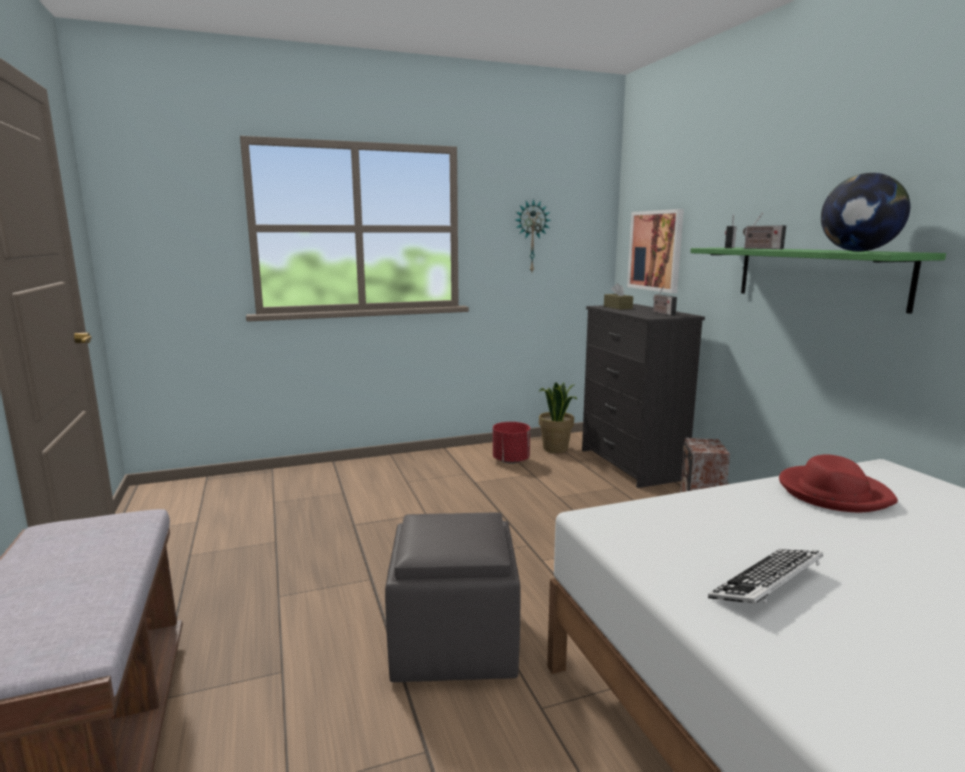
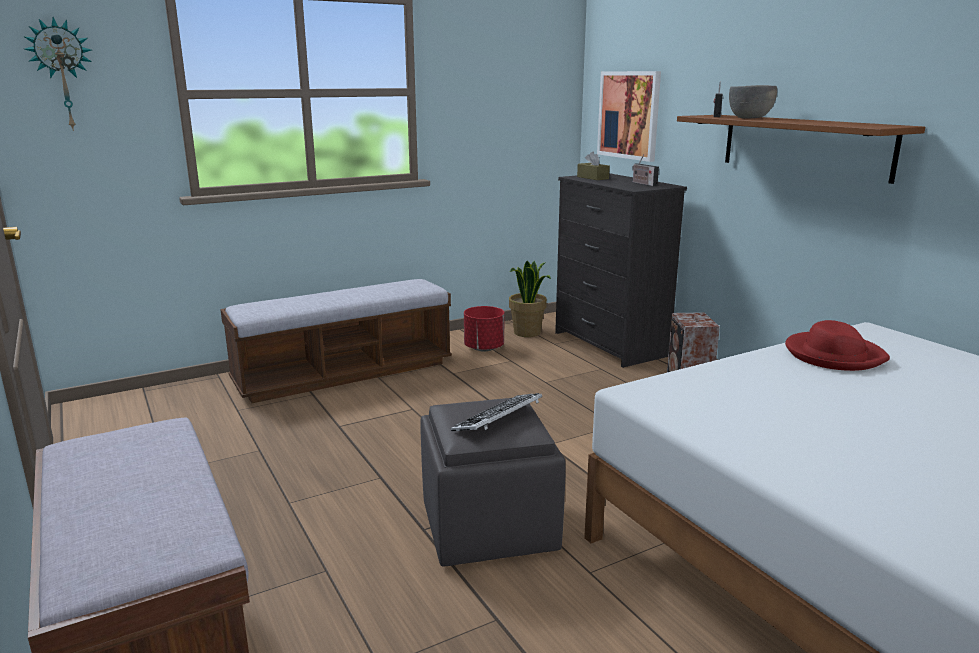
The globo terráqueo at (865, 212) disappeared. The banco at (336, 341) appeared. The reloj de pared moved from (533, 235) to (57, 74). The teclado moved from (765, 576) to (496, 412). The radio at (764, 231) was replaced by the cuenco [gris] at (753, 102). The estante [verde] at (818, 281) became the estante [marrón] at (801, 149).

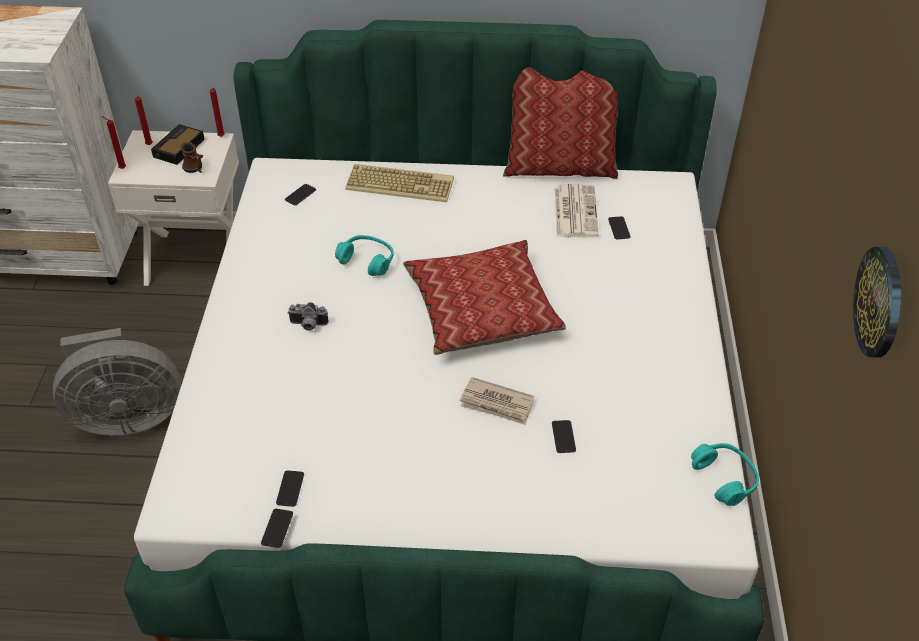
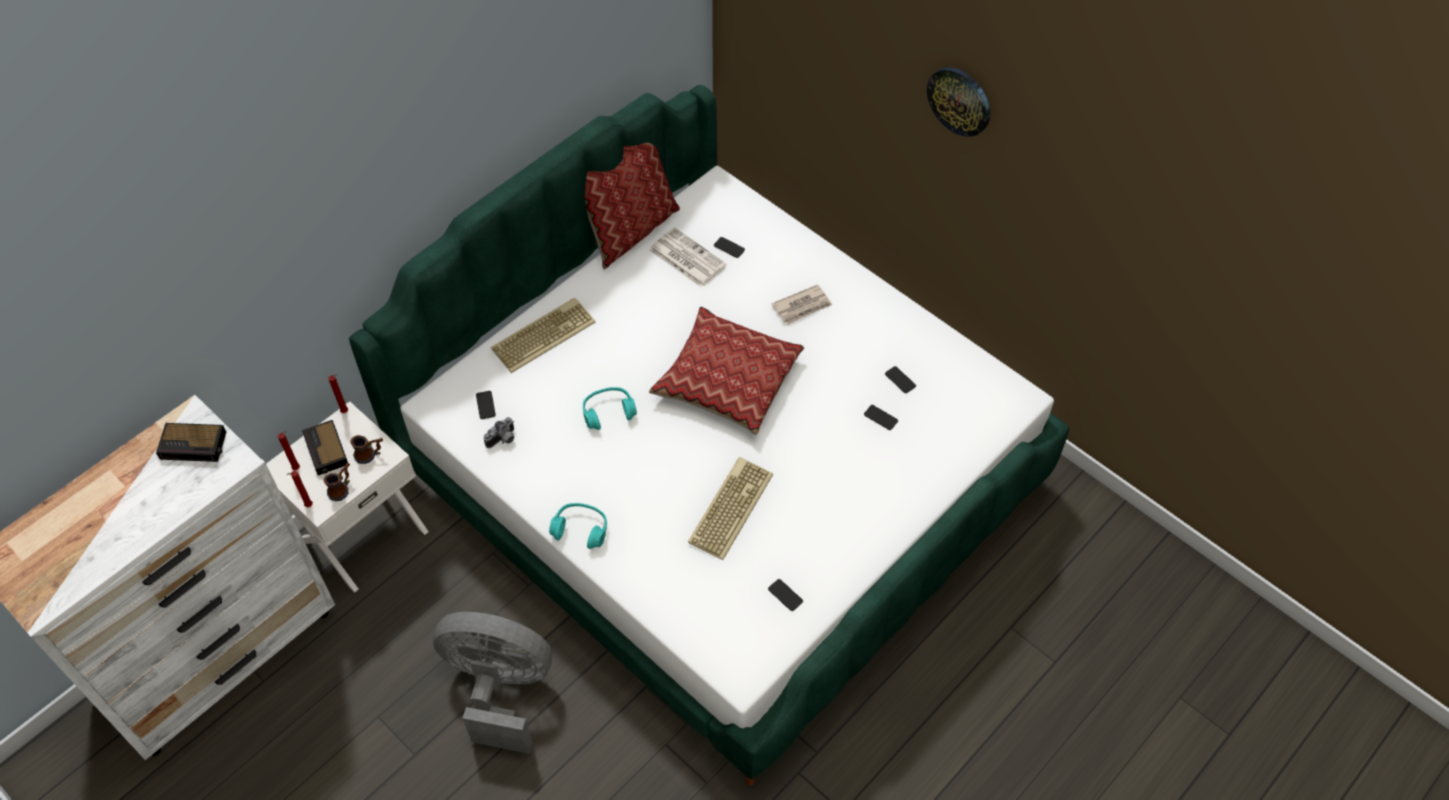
The despertador at (191, 442) appeared. The taza grande at (337, 481) appeared. The teclado at (730, 508) appeared. The móvil moved from (277, 528) to (900, 379). The cámara moved from (308, 316) to (498, 432). The periódico moved from (497, 401) to (801, 304). The auriculares [turquesa] moved from (725, 474) to (578, 526). The reloj de pared moved from (877, 302) to (958, 102). The ventilador [gris] at (117, 382) turned 105 degrees counterclockwise.

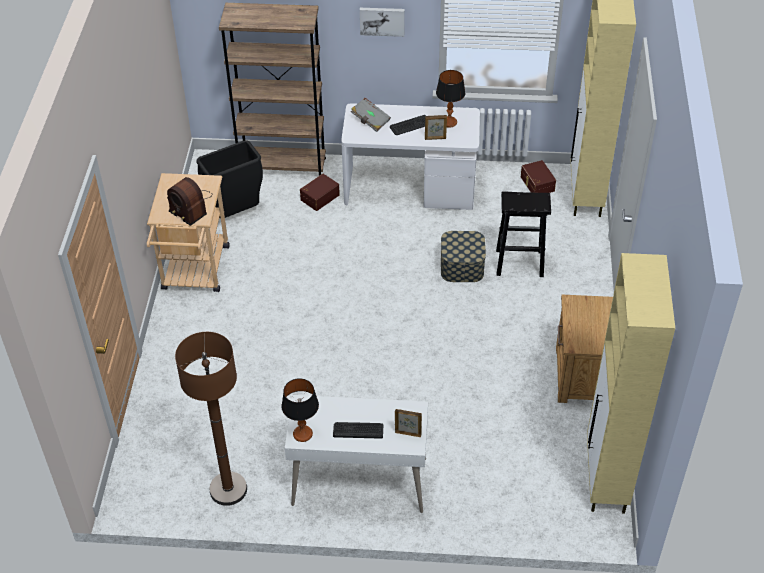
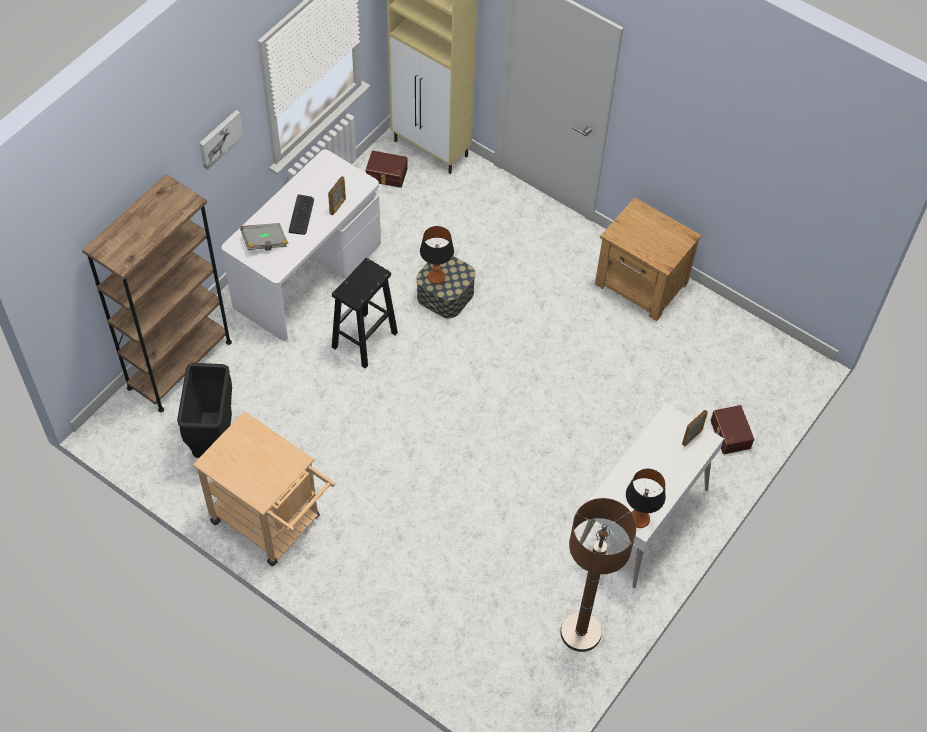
The radio at (189, 201) disappeared. The teclado at (358, 430) disappeared. The armario [beis] at (631, 383) disappeared. The caja de almacenaje [marrón] moved from (320, 192) to (732, 429). The lámpara de mesa moved from (450, 99) to (437, 255). The taburete [negro] moved from (523, 234) to (365, 313).

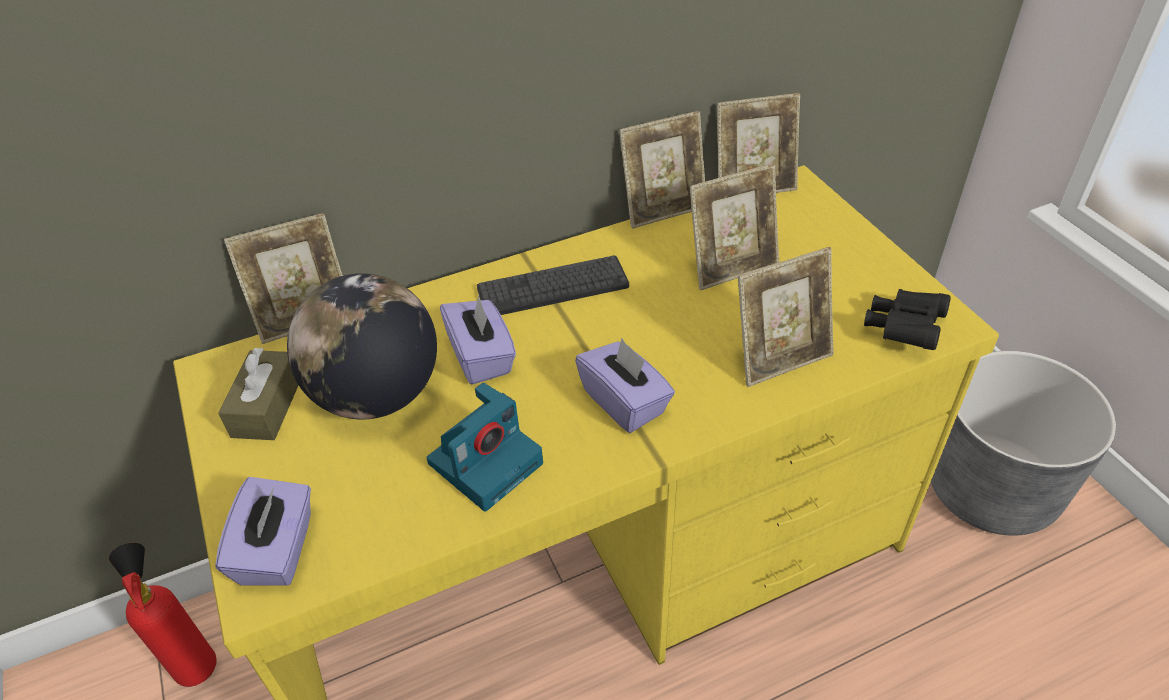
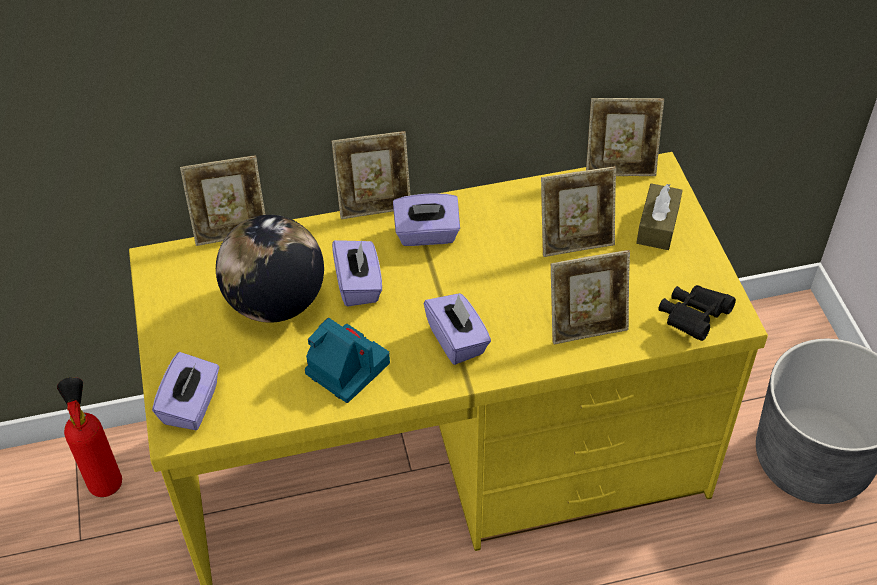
The caja de pañuelos [marrón] moved from (258, 394) to (659, 216). The portarretratos moved from (662, 170) to (371, 175). The teclado at (553, 285) was replaced by the caja de pañuelos [morado] at (426, 219). The cámara at (484, 447) turned 105 degrees counterclockwise.

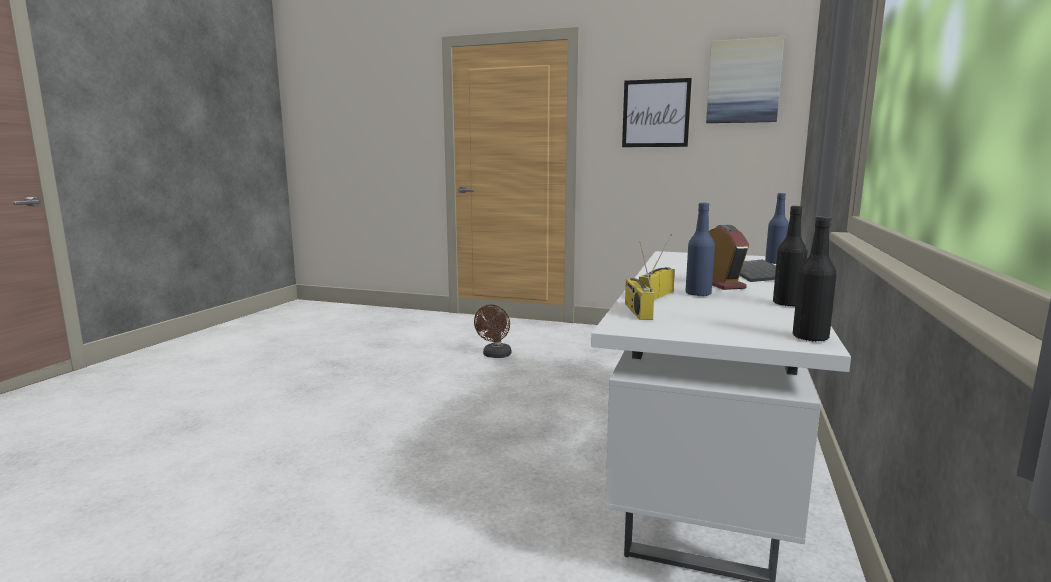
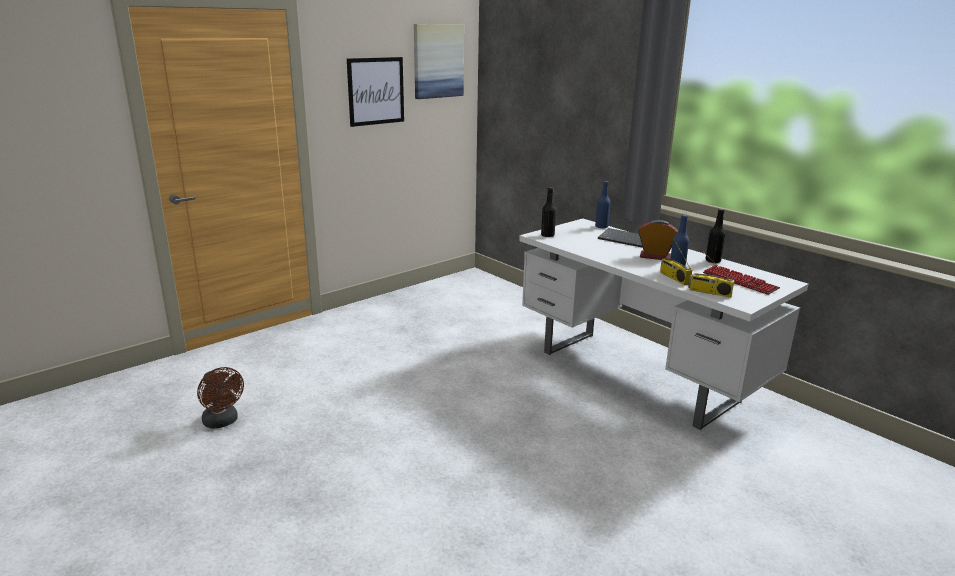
The teclado at (741, 280) appeared. The ventilador [marrón] moved from (492, 331) to (220, 397). The botella [negro] moved from (815, 279) to (548, 212).

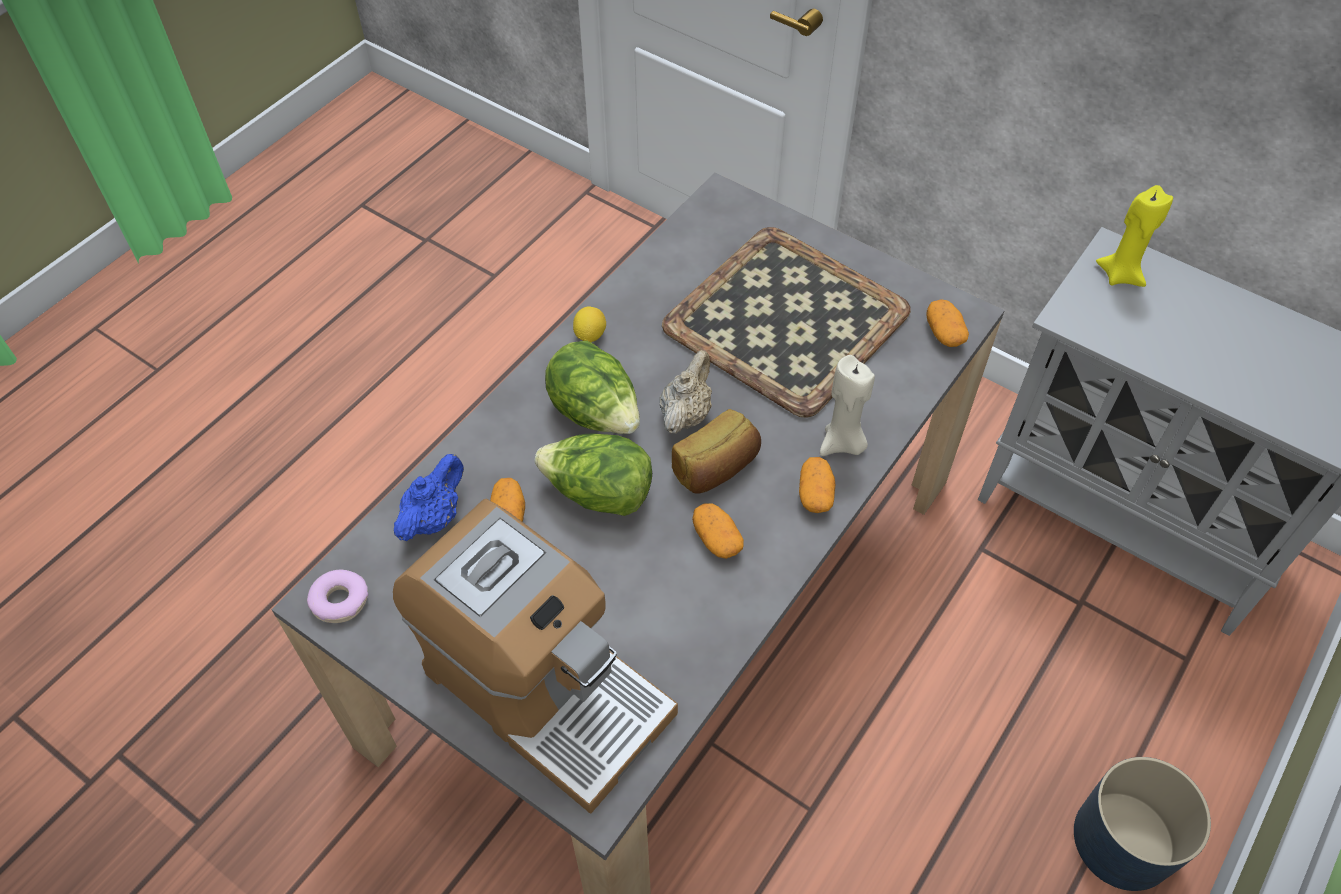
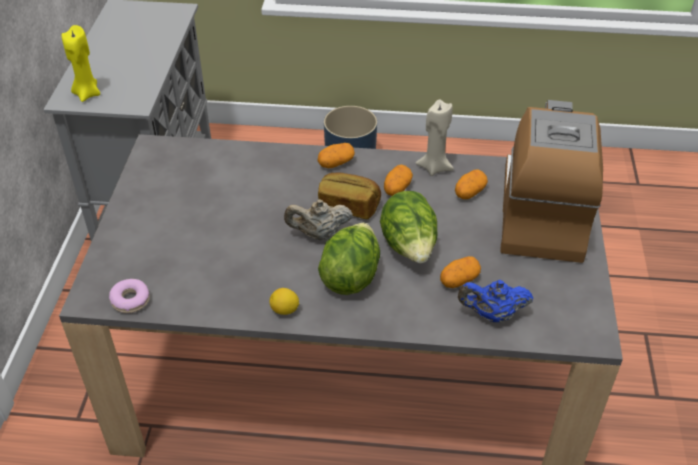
The bandeja at (786, 322) disappeared. The rosquilla moved from (337, 596) to (129, 296). The vela [beis] moved from (847, 405) to (435, 138). The patata moved from (947, 323) to (471, 184).

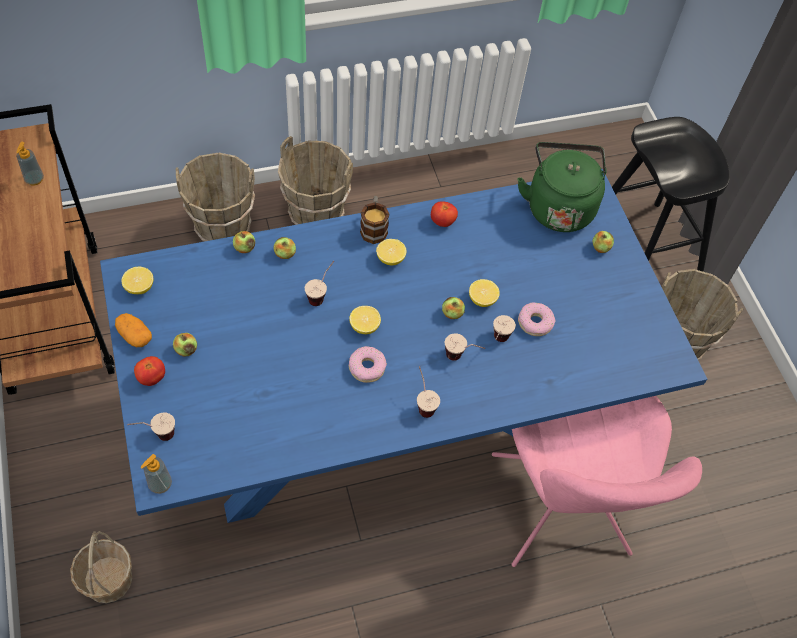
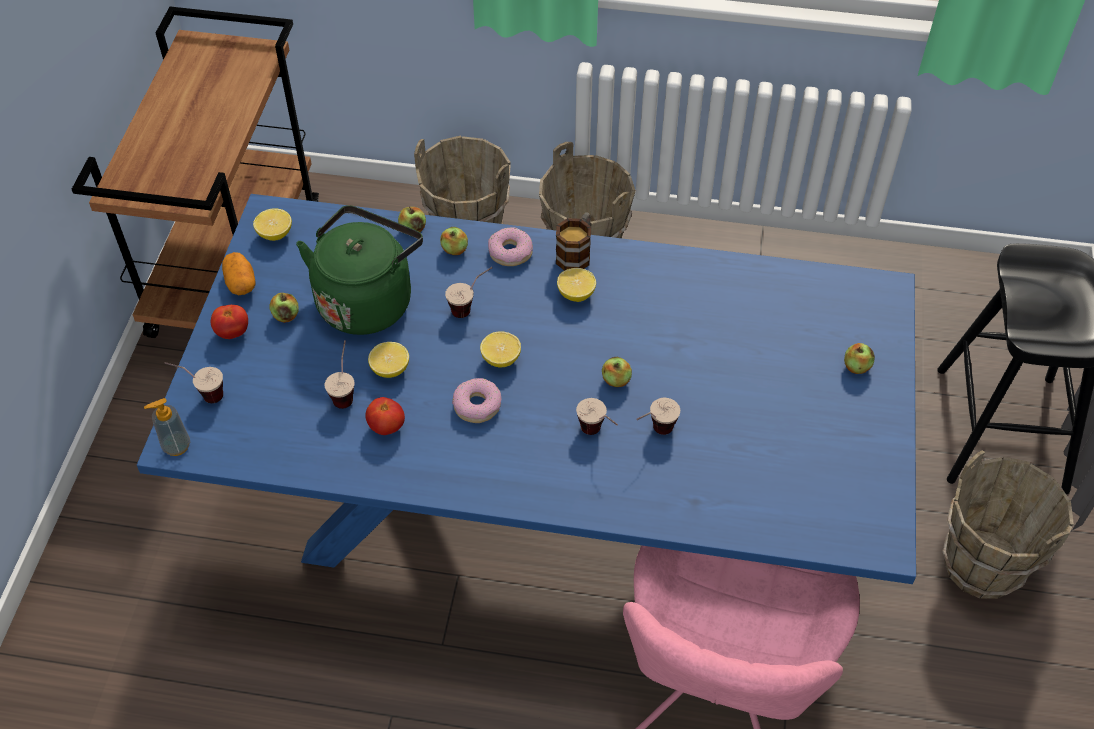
The dispensador de jabón at (30, 164) disappeared. The cesta at (101, 567) disappeared. The taza moved from (428, 392) to (340, 374). The tomate moved from (444, 214) to (385, 416). The limón moved from (484, 293) to (388, 360). The hervidor [verde] moved from (561, 187) to (359, 270). The rosquilla moved from (536, 319) to (510, 246).

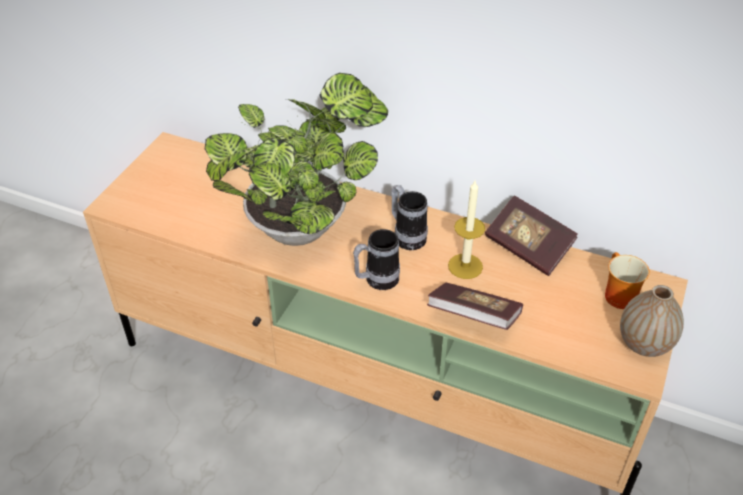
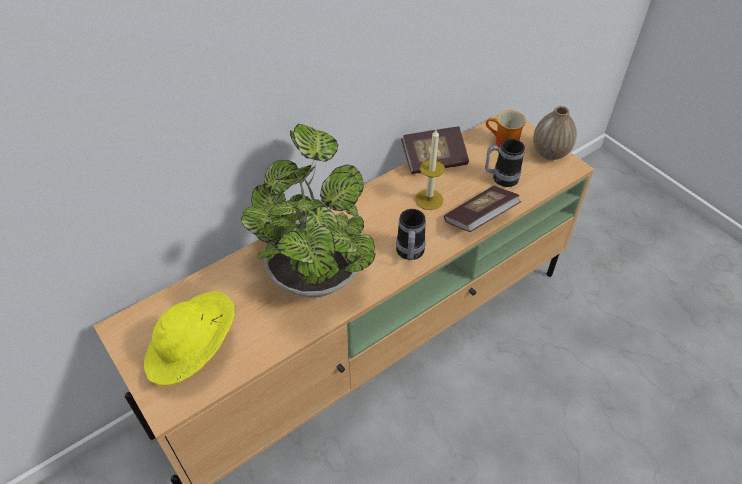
The sombrero [amarillo] at (189, 338) appeared. The taza grande moved from (410, 217) to (505, 163).

